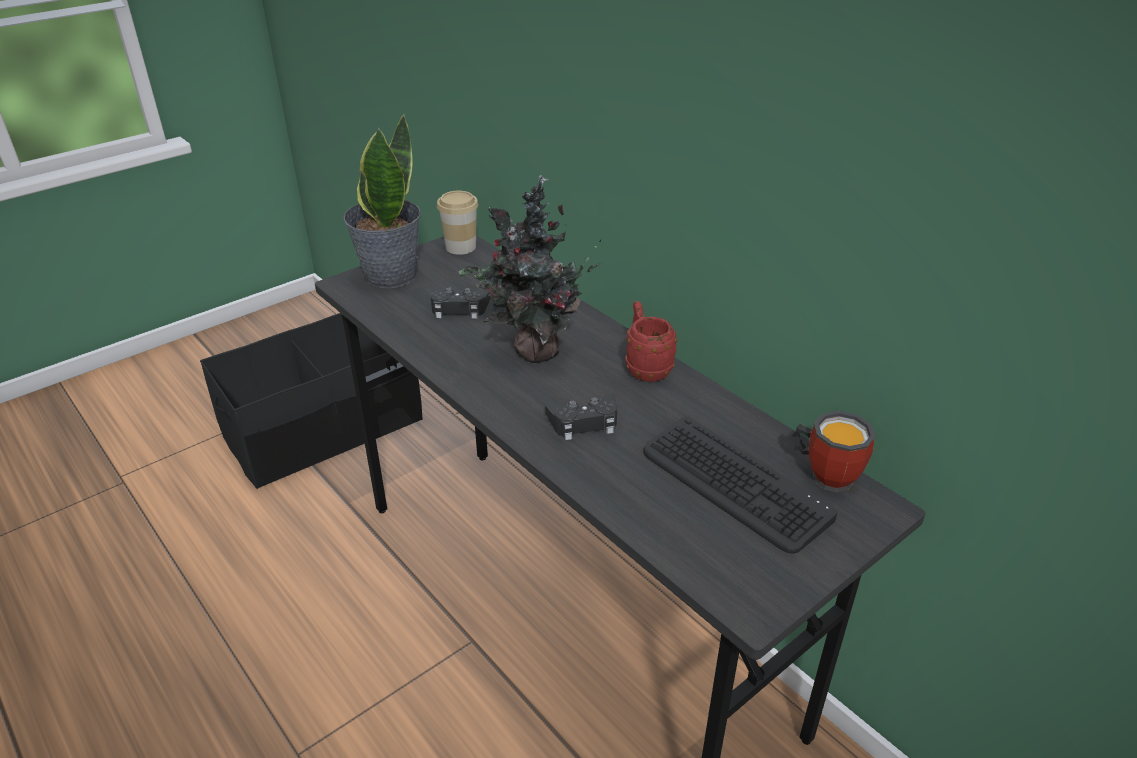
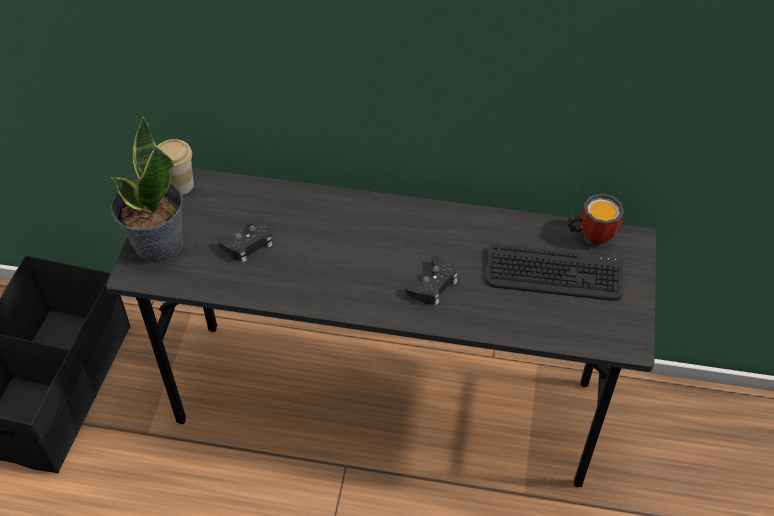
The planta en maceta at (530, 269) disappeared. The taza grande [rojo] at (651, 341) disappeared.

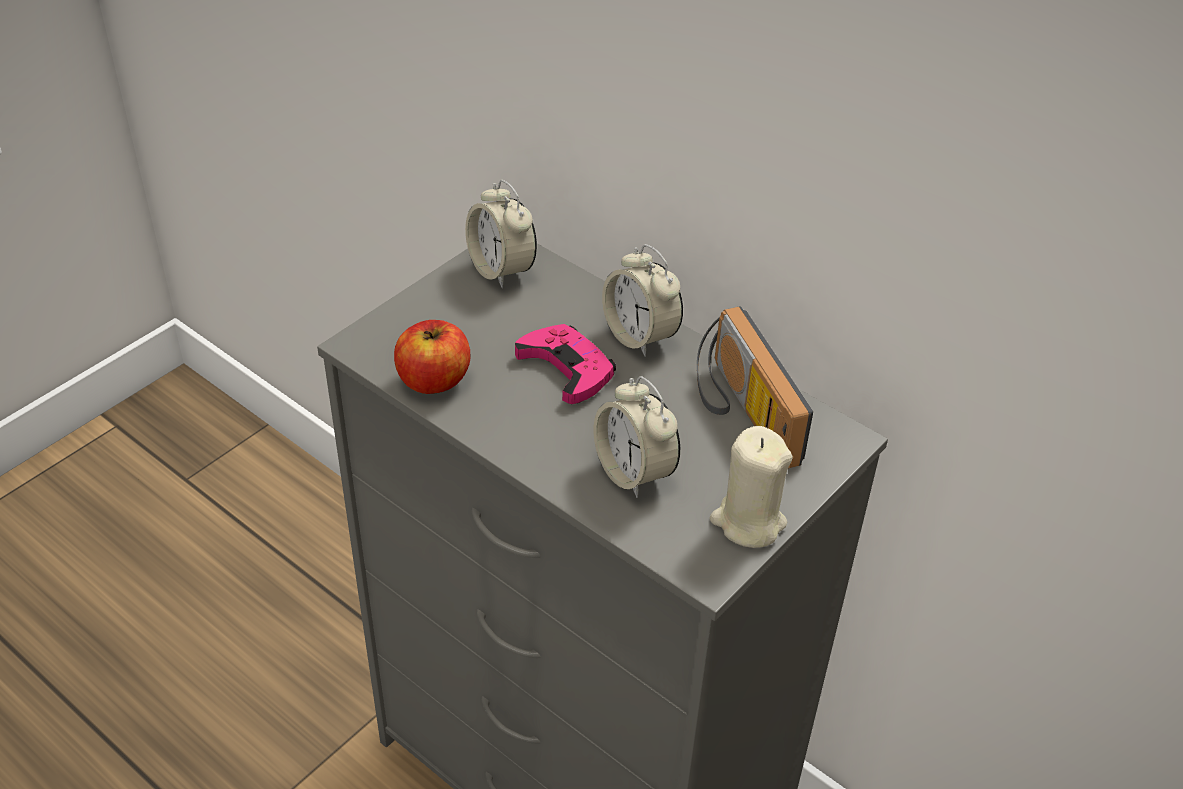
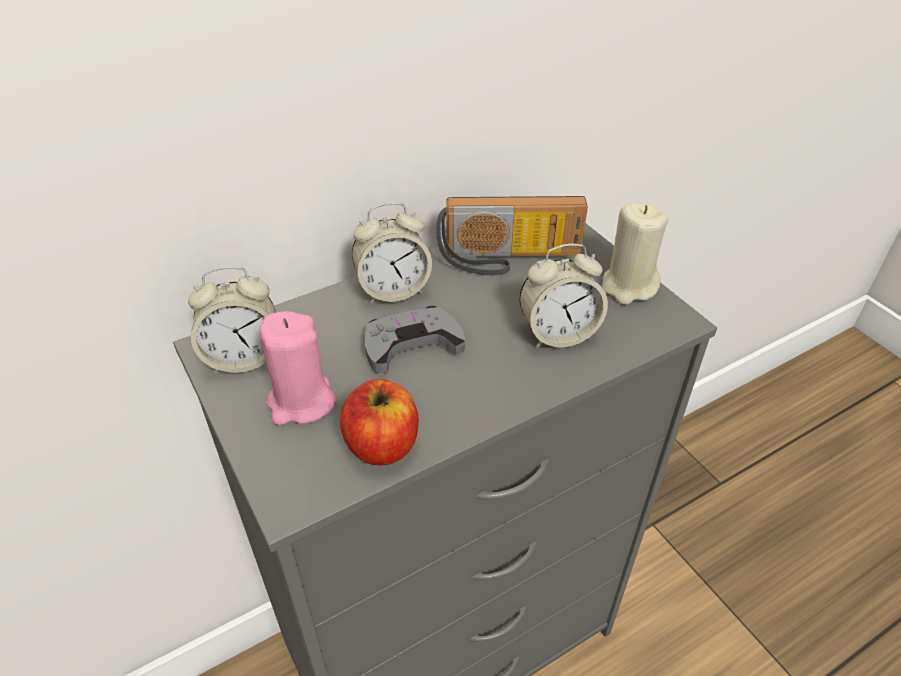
The vela [rosa] at (298, 368) appeared. The mando de consola [rosa] at (565, 364) became the mando de consola [gris] at (415, 339).

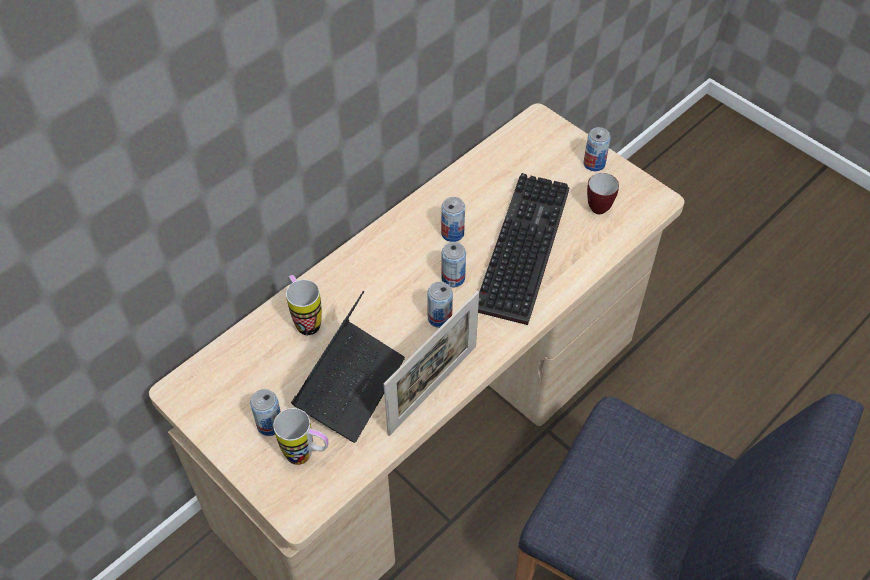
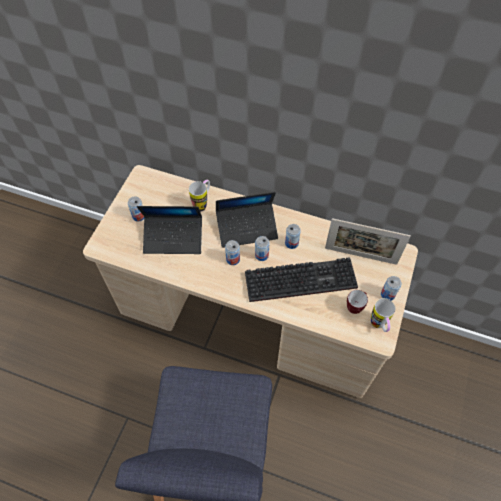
The portátil at (247, 220) appeared. The taza grande moved from (301, 436) to (383, 315). The portarretratos moved from (431, 363) to (368, 241).

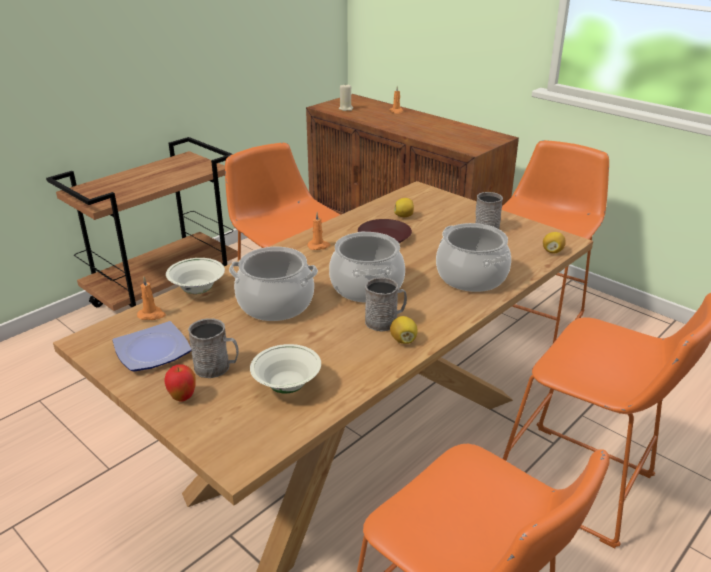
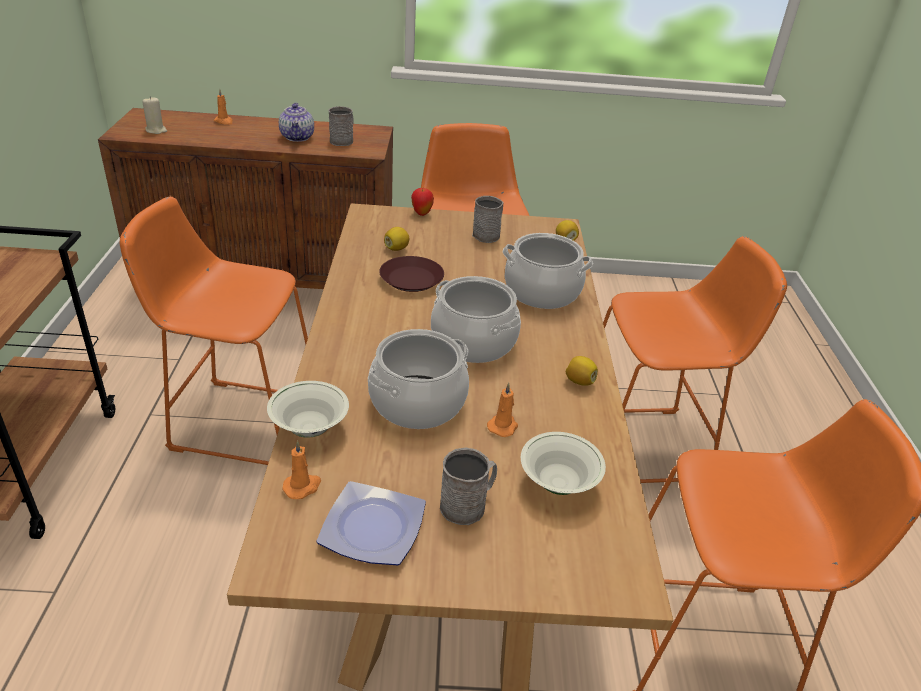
The tetera at (296, 122) appeared. The manzana moved from (180, 383) to (422, 202). The vela [naranja] moved from (318, 231) to (502, 410). The taza grande [gris] moved from (386, 304) to (341, 126).

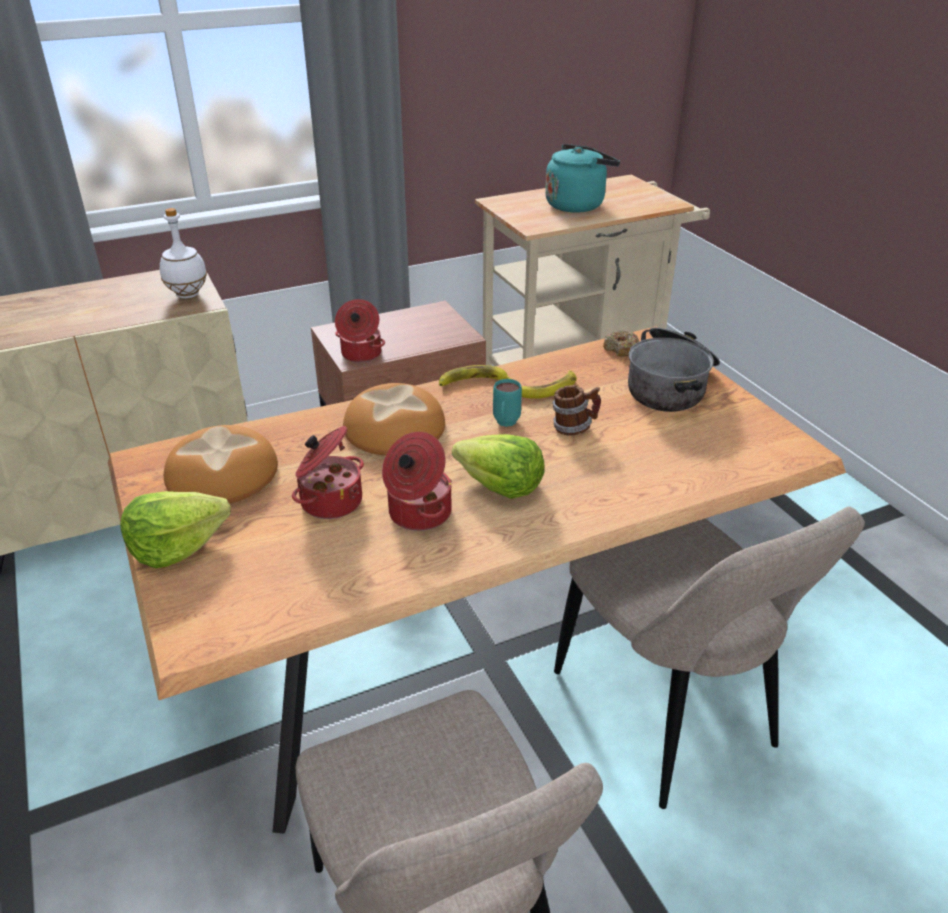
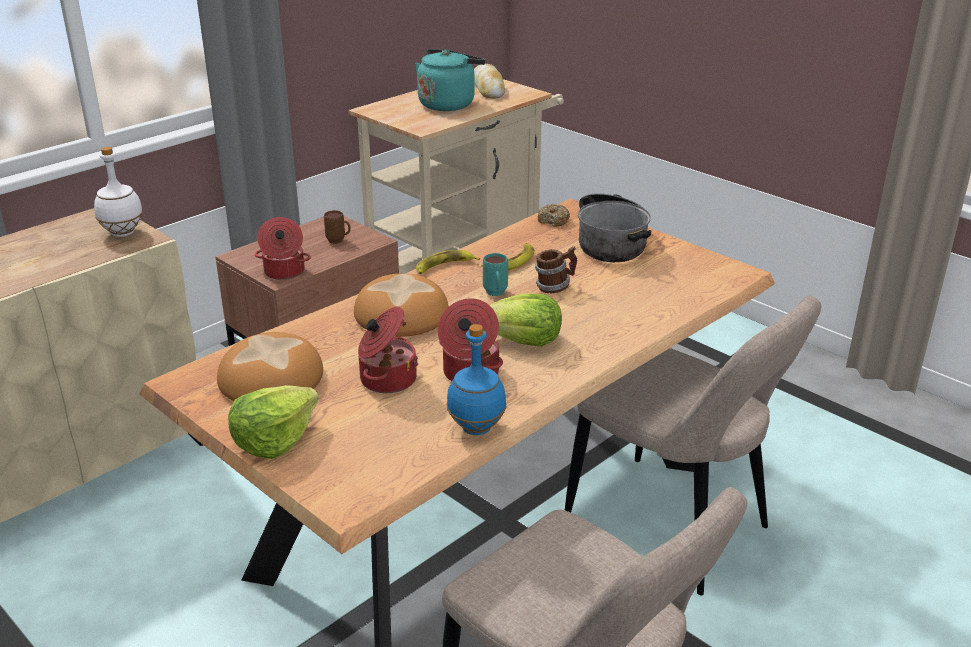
The taza grande [marrón] at (337, 227) appeared. The botella [azul] at (477, 379) appeared. The pan at (489, 81) appeared.

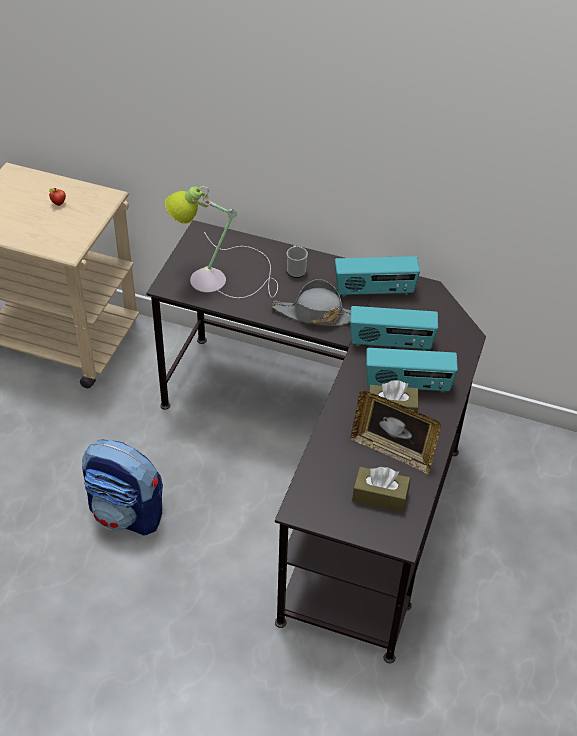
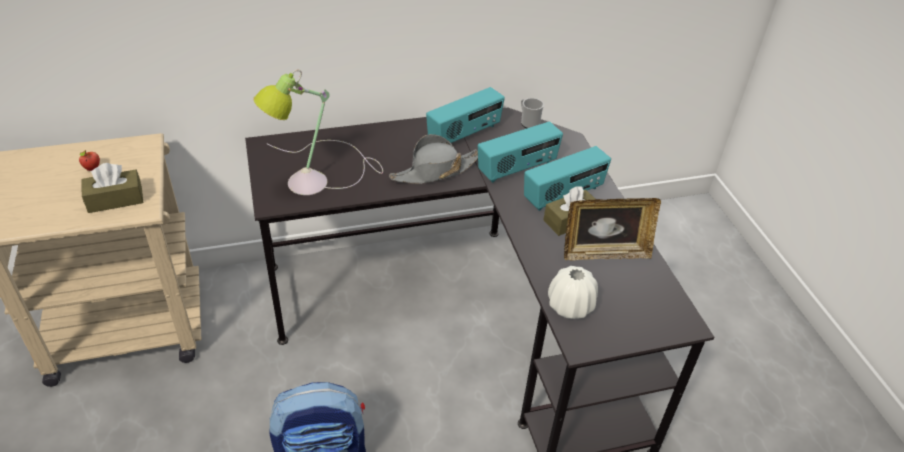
The florero [blanco] at (573, 292) appeared. The taza grande moved from (297, 261) to (532, 113). The caja de pañuelos [marrón] moved from (381, 489) to (112, 188).

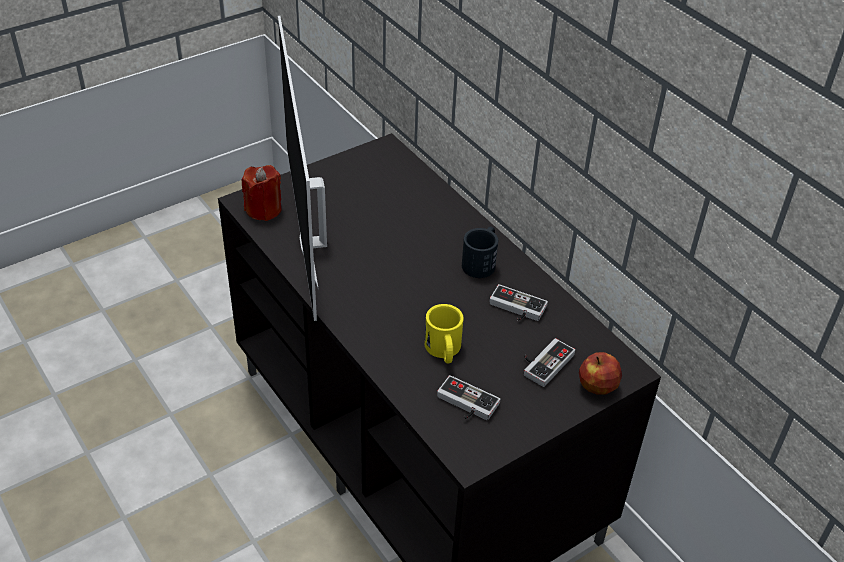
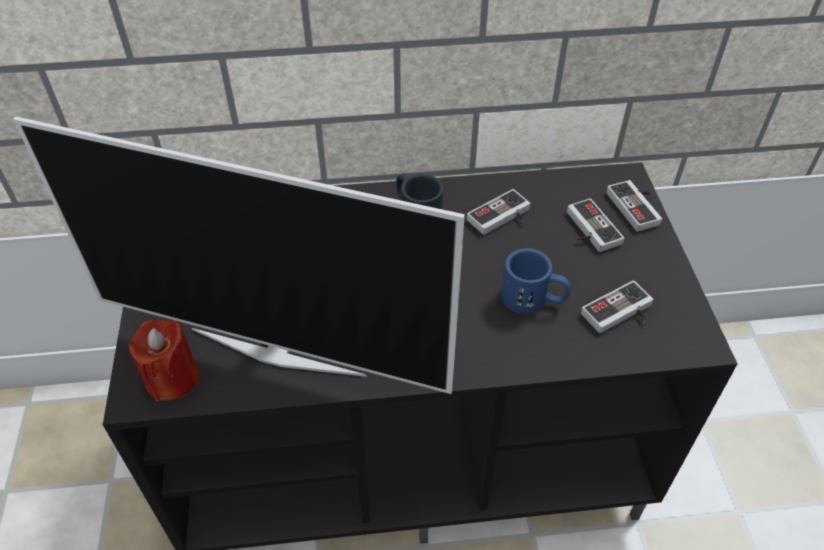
The manzana at (600, 373) was replaced by the mando de consola at (634, 206). The taza grande [amarillo] at (444, 333) became the taza grande [azul] at (536, 281).

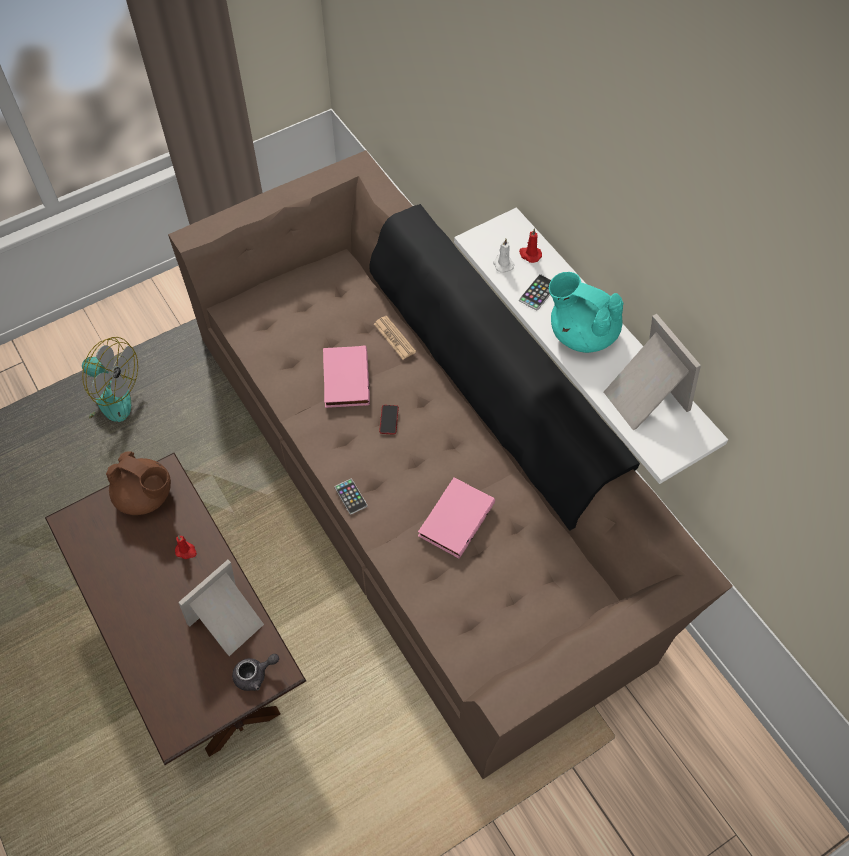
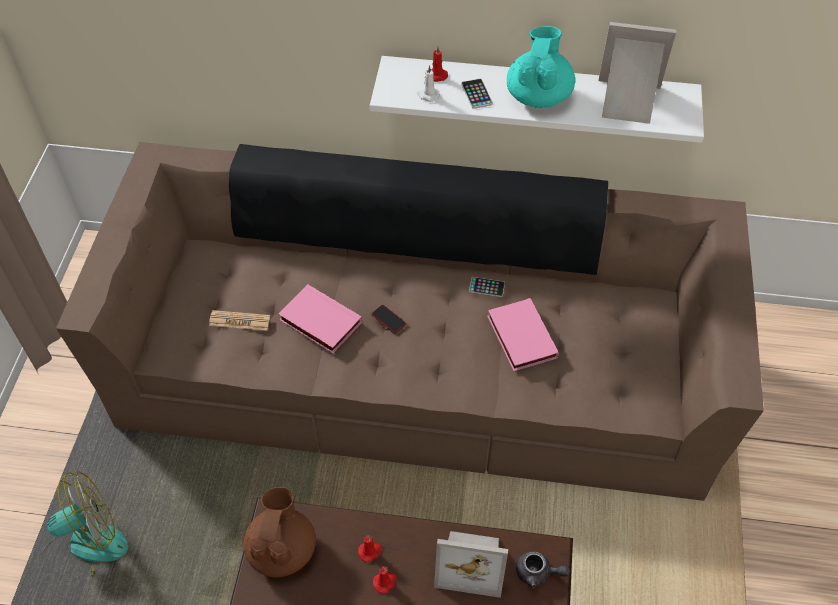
The vela [rojo] at (385, 579) appeared. The móvil moved from (351, 497) to (487, 287). The periódico moved from (395, 338) to (239, 320). The tetera [marrón] at (138, 483) turned 60 degrees counterclockwise. The portarretratos at (221, 608) turned 75 degrees counterclockwise. The tetera [gris] at (255, 672) turned 90 degrees clockwise. The tetera [turquesa] at (586, 312) turned 120 degrees clockwise.

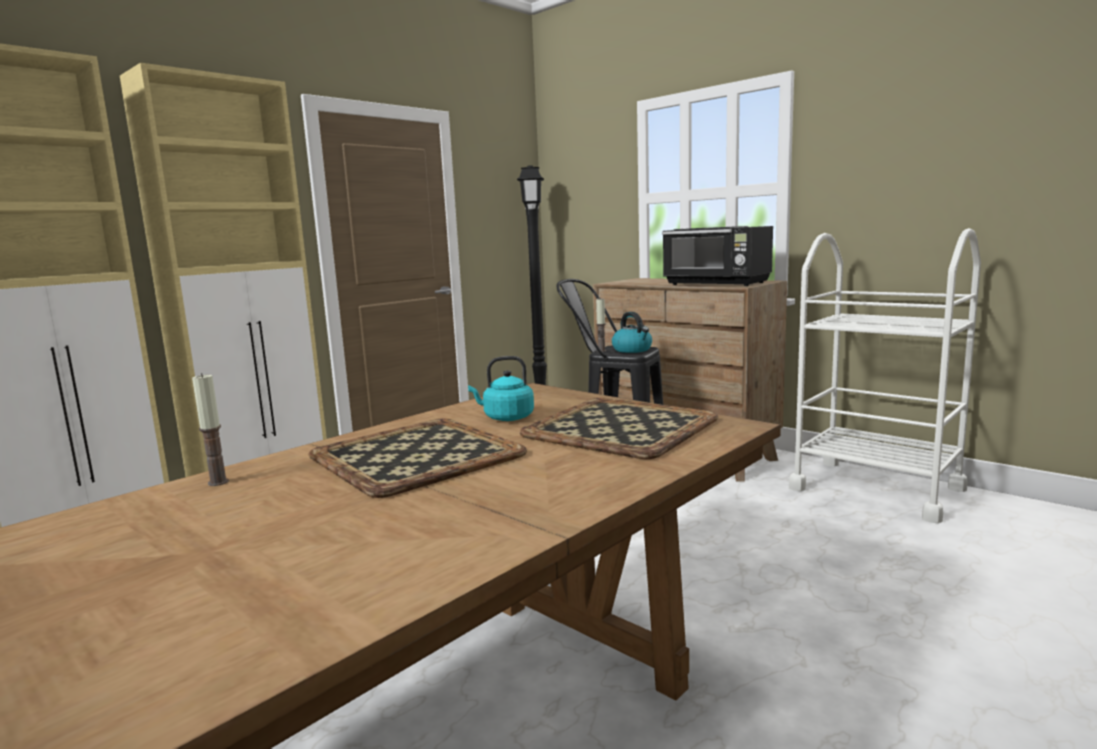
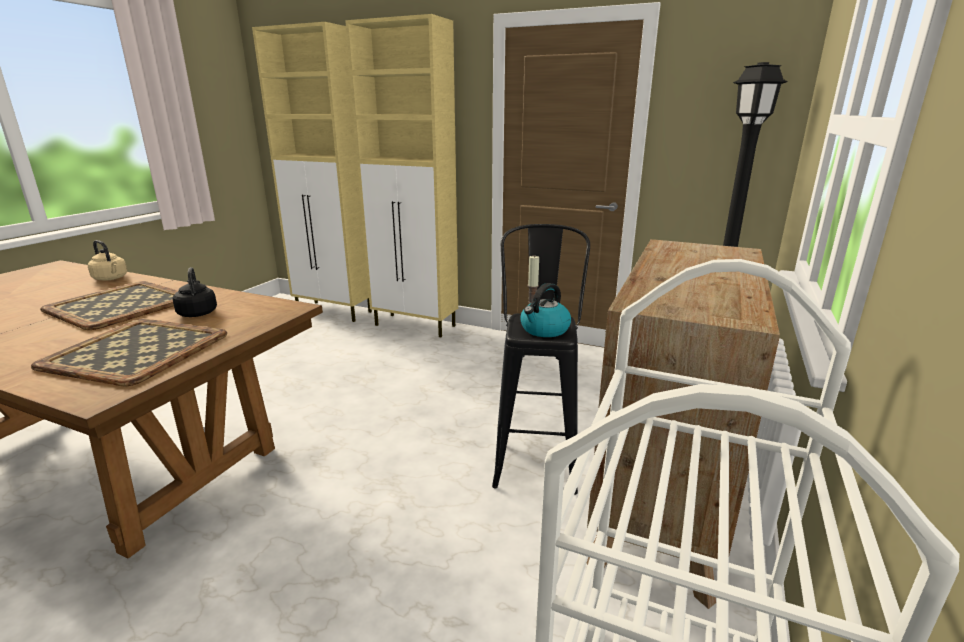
The microondas [negro] at (717, 256) disappeared. The vela at (210, 429) was replaced by the hervidor [beis] at (107, 260). The hervidor [turquesa] at (501, 388) became the hervidor [negro] at (194, 292).

